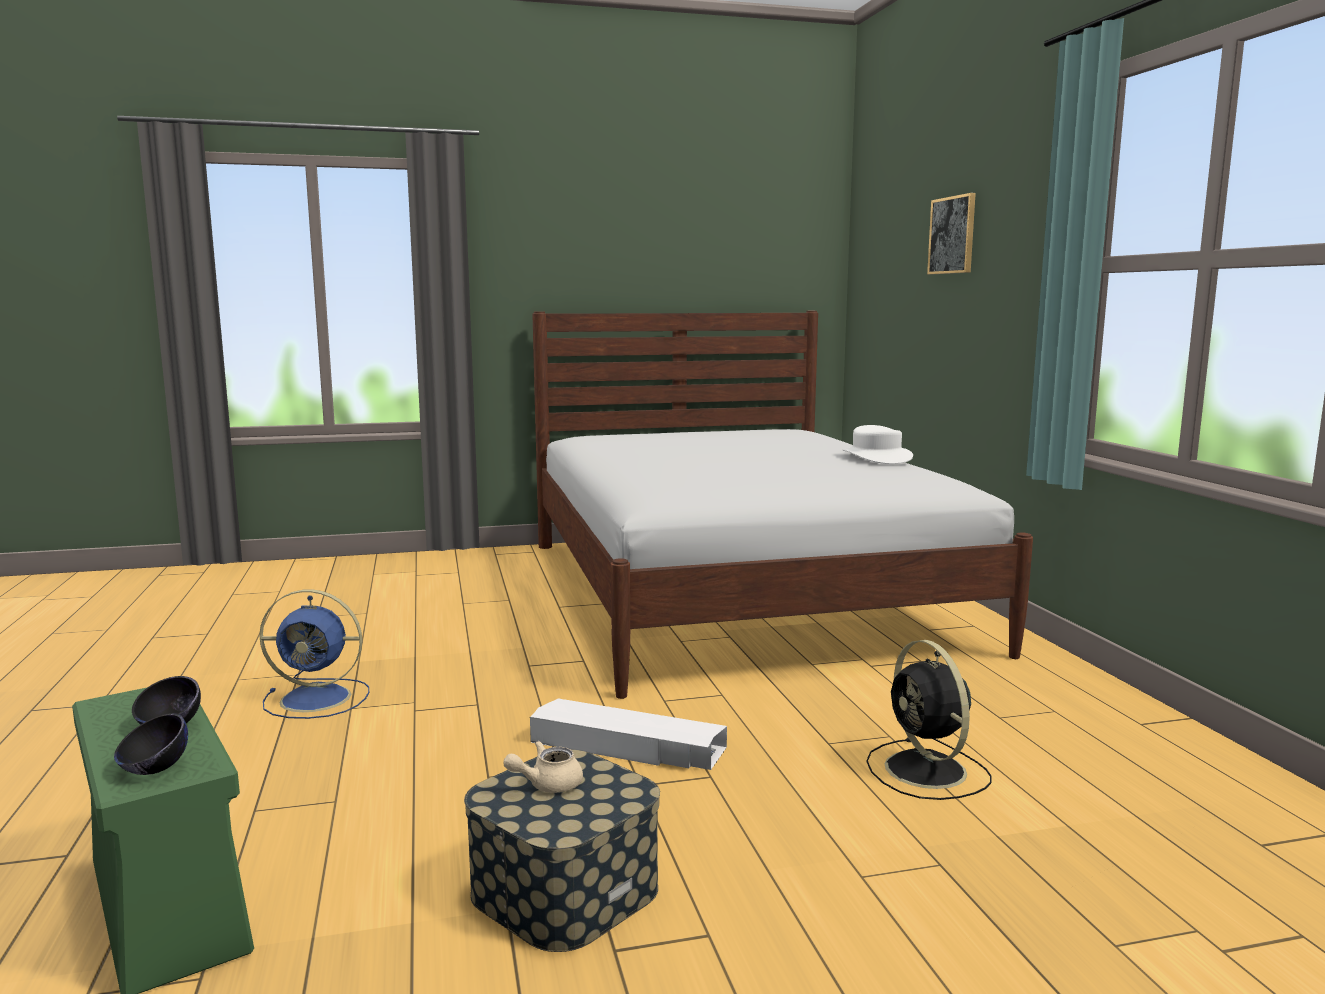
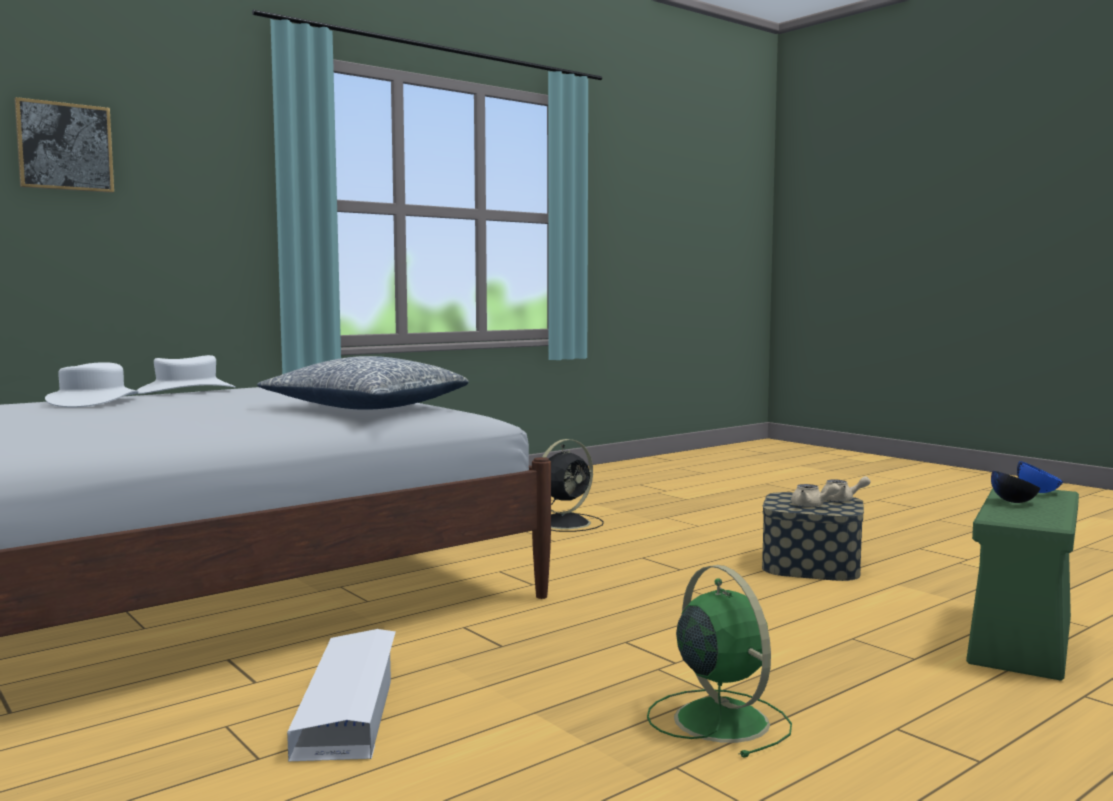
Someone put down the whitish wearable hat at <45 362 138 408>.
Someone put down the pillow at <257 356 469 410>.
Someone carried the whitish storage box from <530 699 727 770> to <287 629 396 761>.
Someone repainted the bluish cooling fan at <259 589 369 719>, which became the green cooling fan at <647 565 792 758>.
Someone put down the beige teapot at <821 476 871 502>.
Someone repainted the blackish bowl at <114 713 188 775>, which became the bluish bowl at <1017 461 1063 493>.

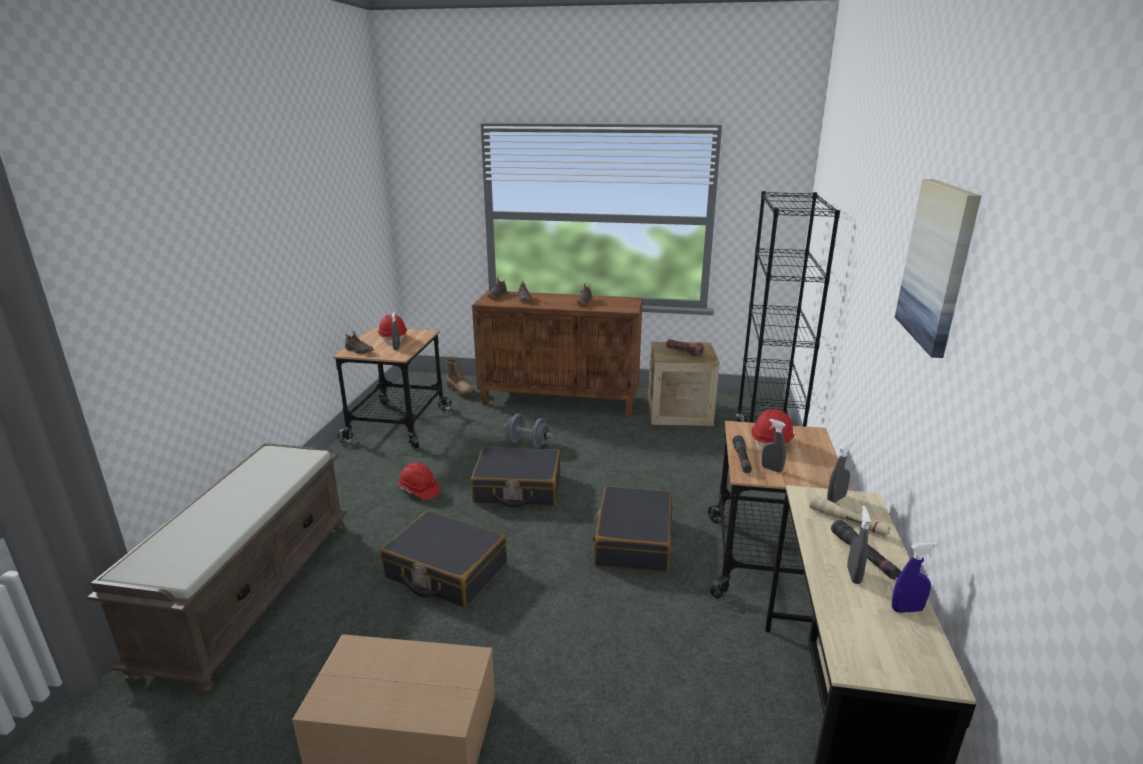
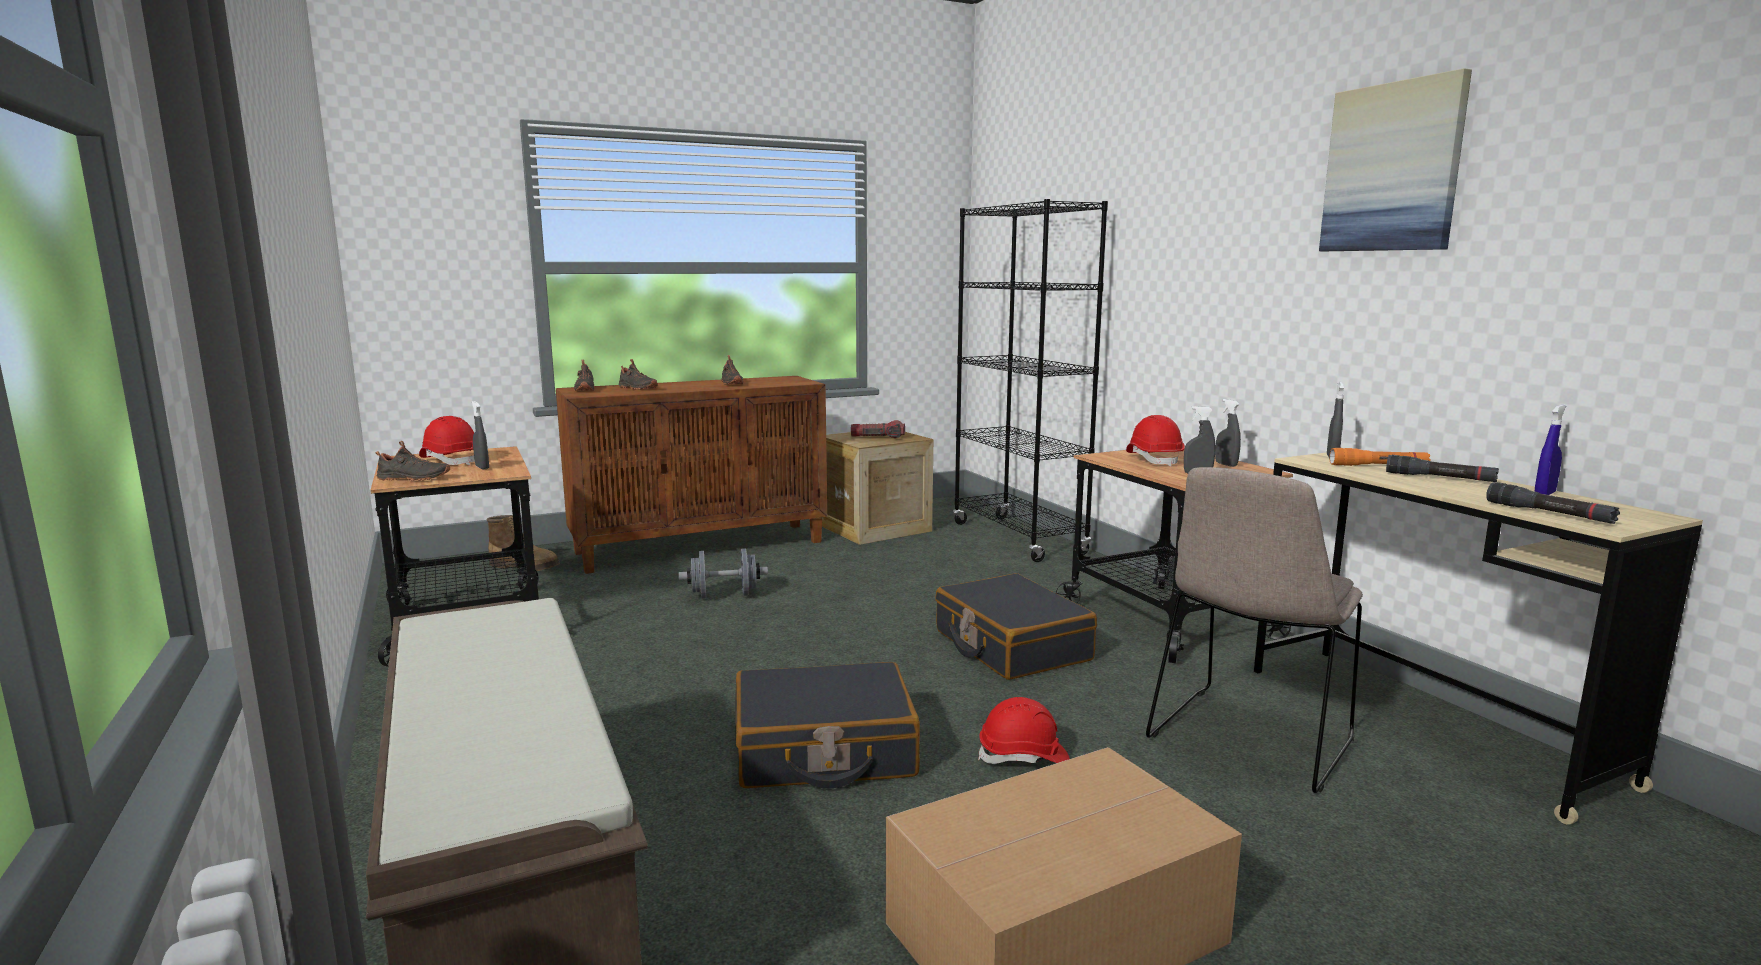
Someone carried the red safety helmet from <398 463 440 500> to <978 697 1070 764>.
Someone put down the beige plain chair at <1146 467 1363 793>.
Someone carried the grey sprayer from <847 506 871 584> to <1215 399 1241 467>.
Someone repainted the beige flashlight at <810 495 891 538>, which became the orange-coloured flashlight at <1330 448 1431 466>.
Someone carried the blackish flashlight from <733 435 752 474> to <1486 482 1620 524>.
Someone took away the blackish suitcase at <471 447 560 508>.

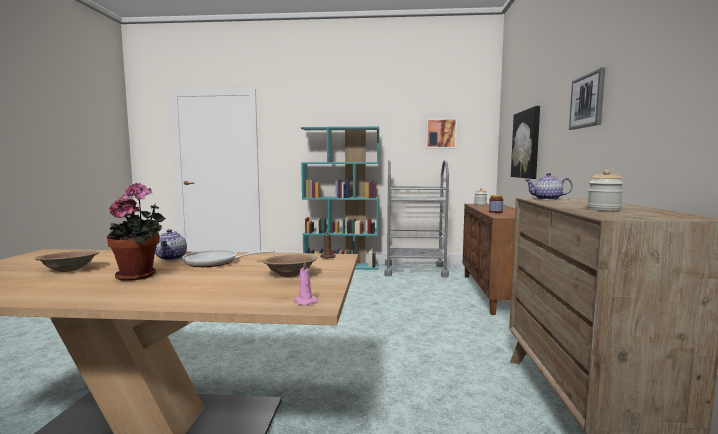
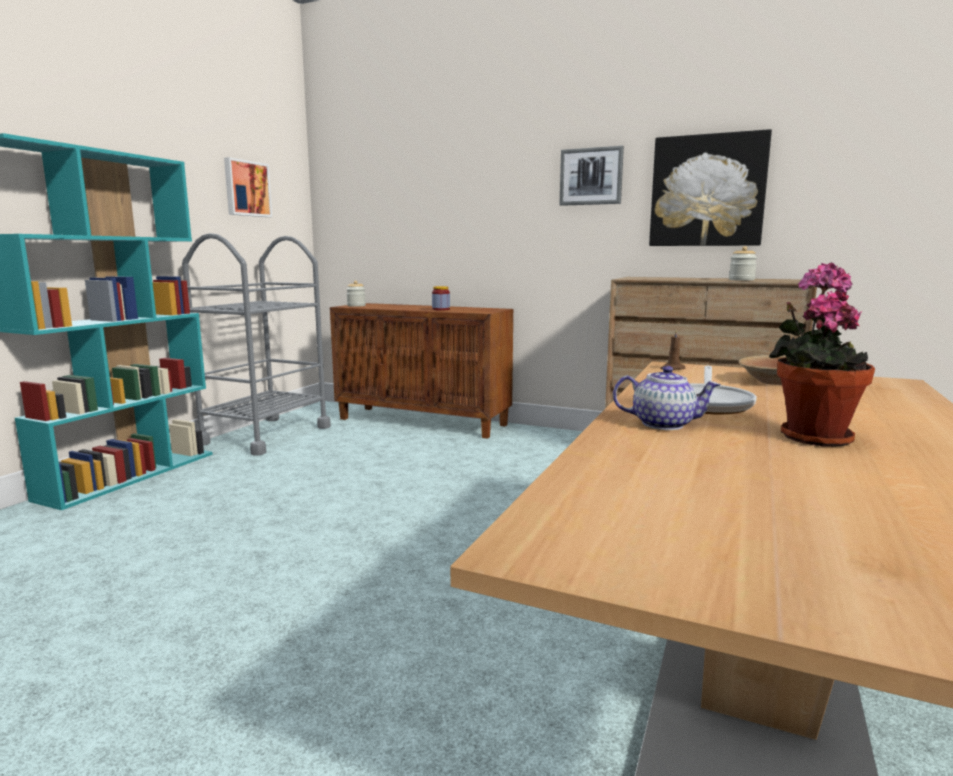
Someone carried the picture from <511 106 540 179> to <649 129 772 246>.
Someone took away the brown-coloured bowl at <35 251 100 272>.
Someone took away the pink-coloured wax candle at <294 261 317 305>.
Someone took away the teapot at <526 173 573 200>.

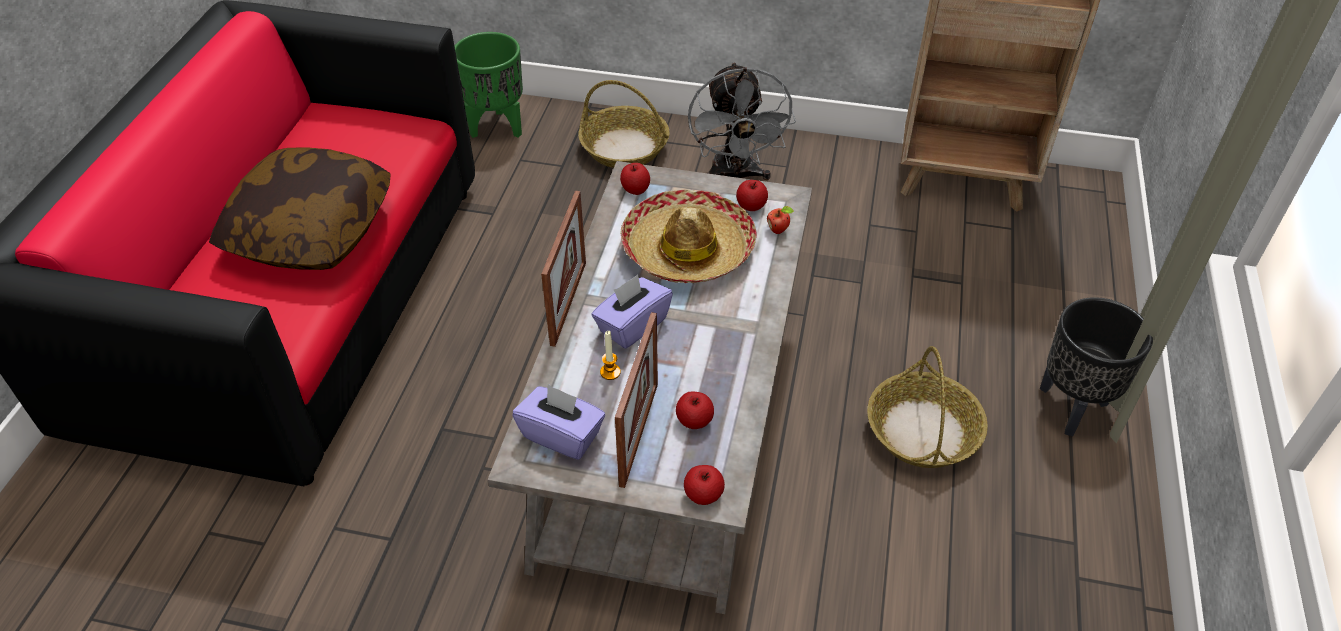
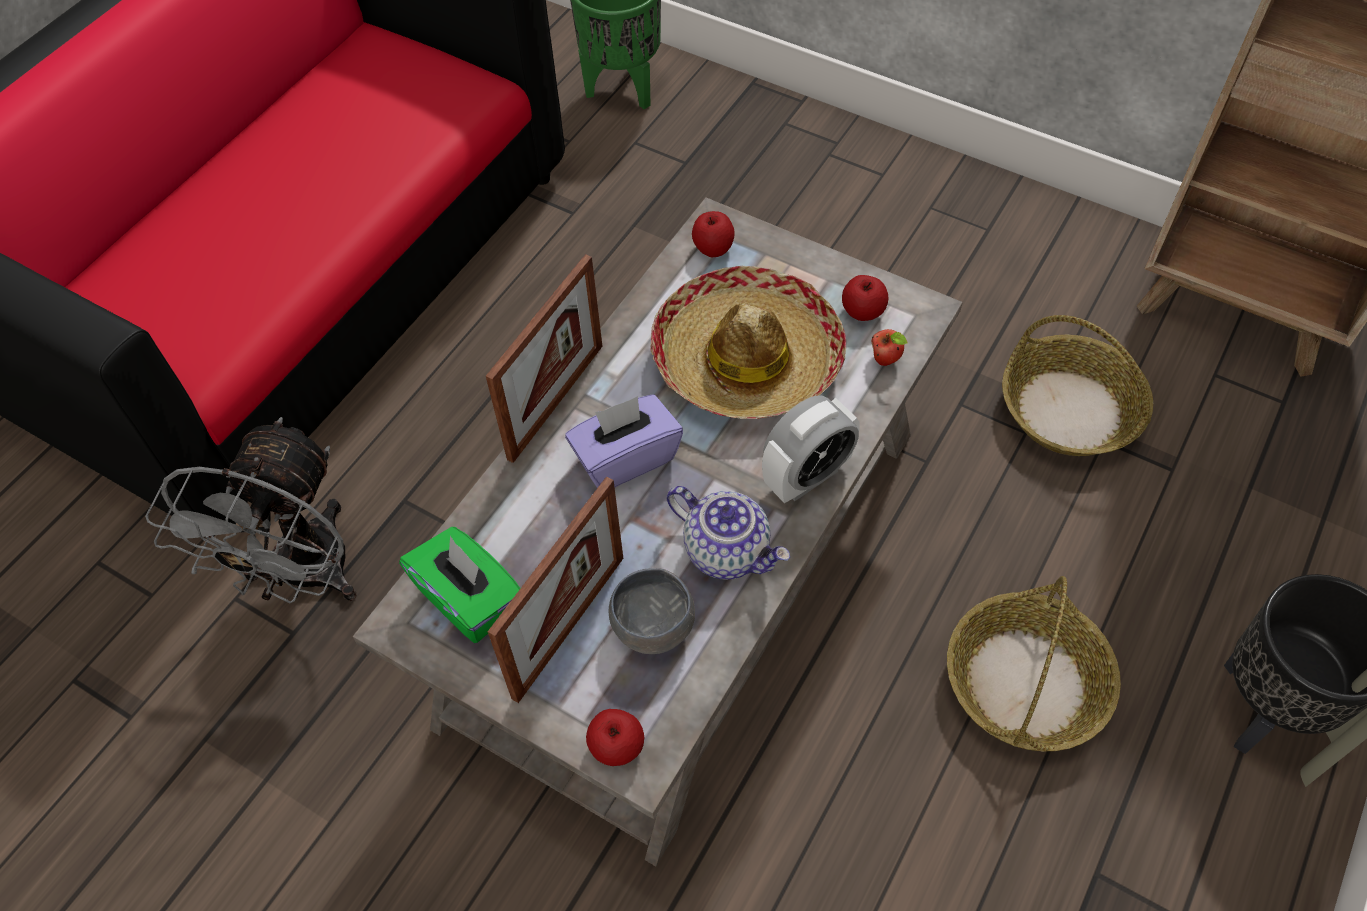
Someone carried the grey cooling fan from <688 62 796 180> to <145 417 357 603>.
Someone repainted the purple-coloured box of tissues at <512 384 605 460>, which became the green box of tissues at <399 527 520 643>.
Someone swapped the whole apple at <676 391 714 429> for the grey bowl at <609 568 695 654>.
Someone put down the teapot at <667 486 790 580>.
Someone put down the table clock at <762 395 860 503>.
Someone carried the household basket from <578 80 670 168> to <1002 315 1153 456>.
Someone took away the pillow at <209 147 390 270>.
Someone took away the wax candle at <600 331 621 380>.

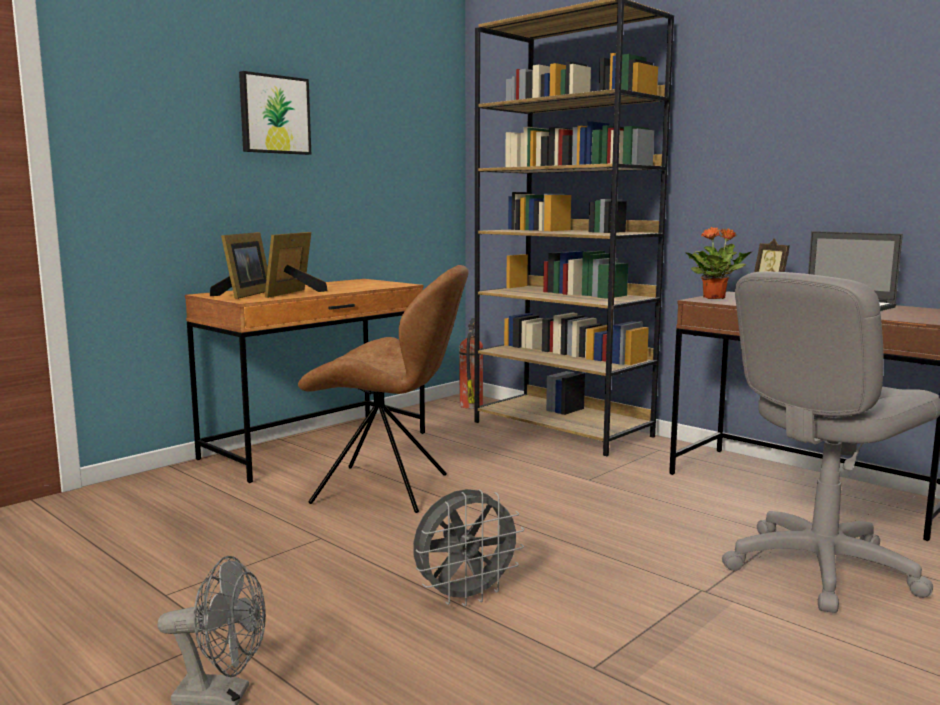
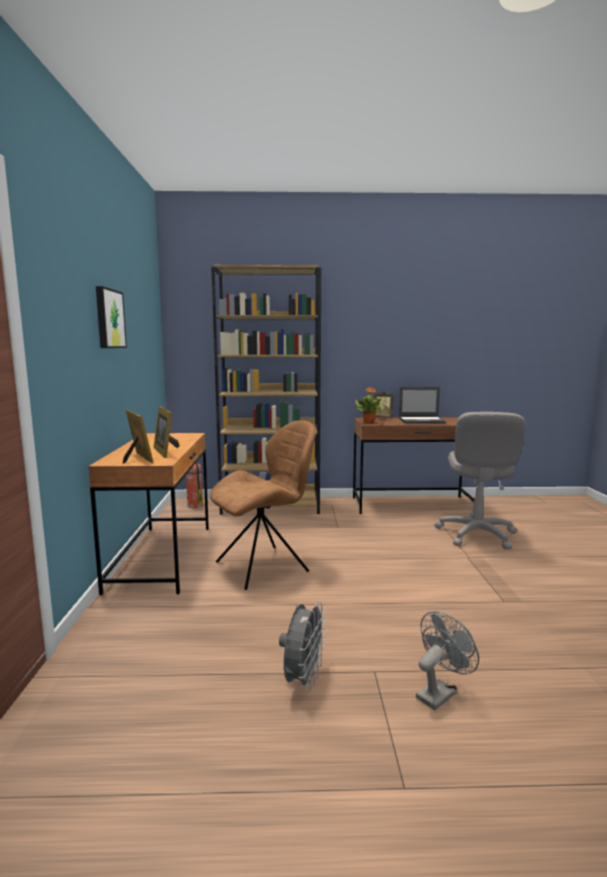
Someone carried the grey cooling fan from <413 489 524 606> to <279 601 327 692>.

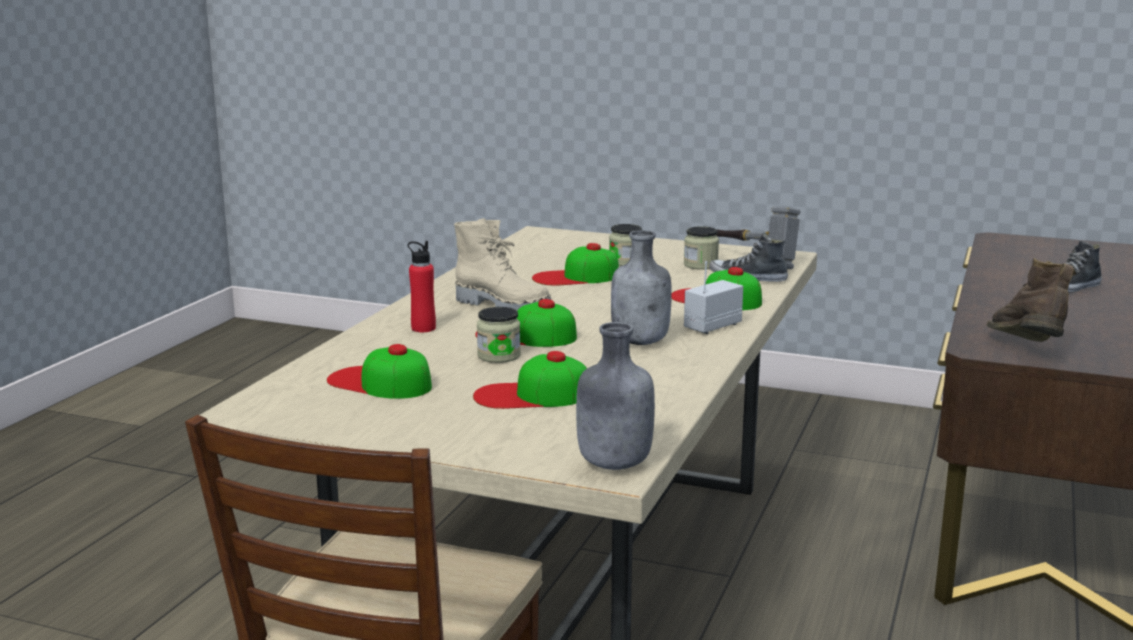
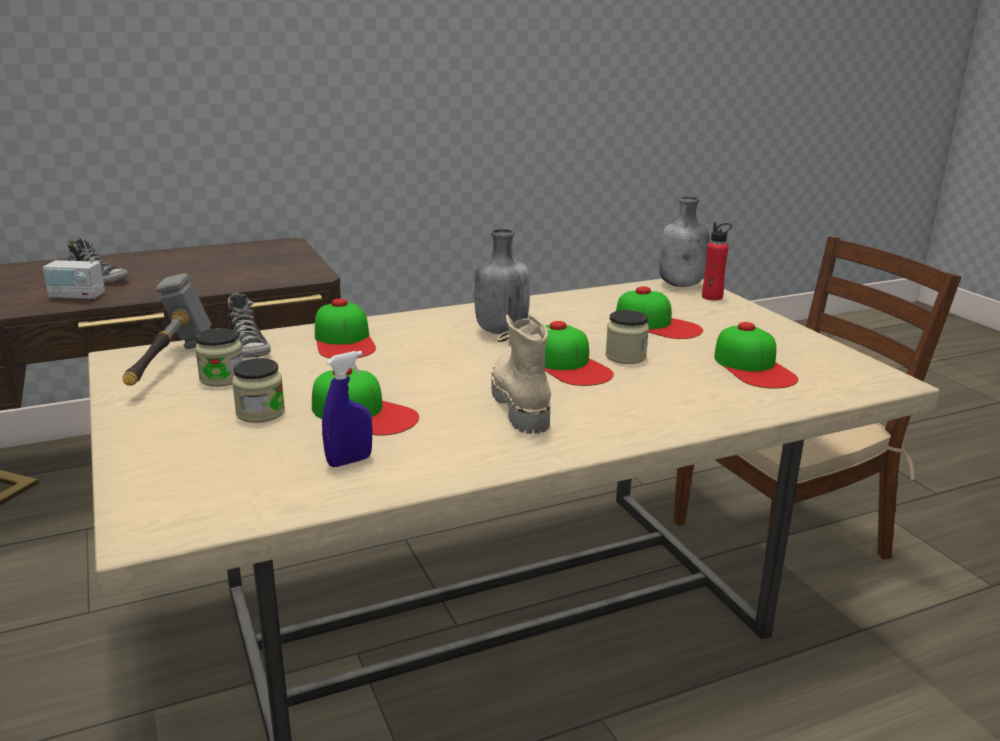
Someone carried the radio receiver from <684 261 743 334> to <43 238 105 301>.
Someone put down the bluish sprayer at <322 351 373 467>.
Someone carried the red drink bottle from <407 241 436 332> to <702 222 732 300>.
Someone took away the brown-coloured high-top boot at <987 258 1076 342>.

